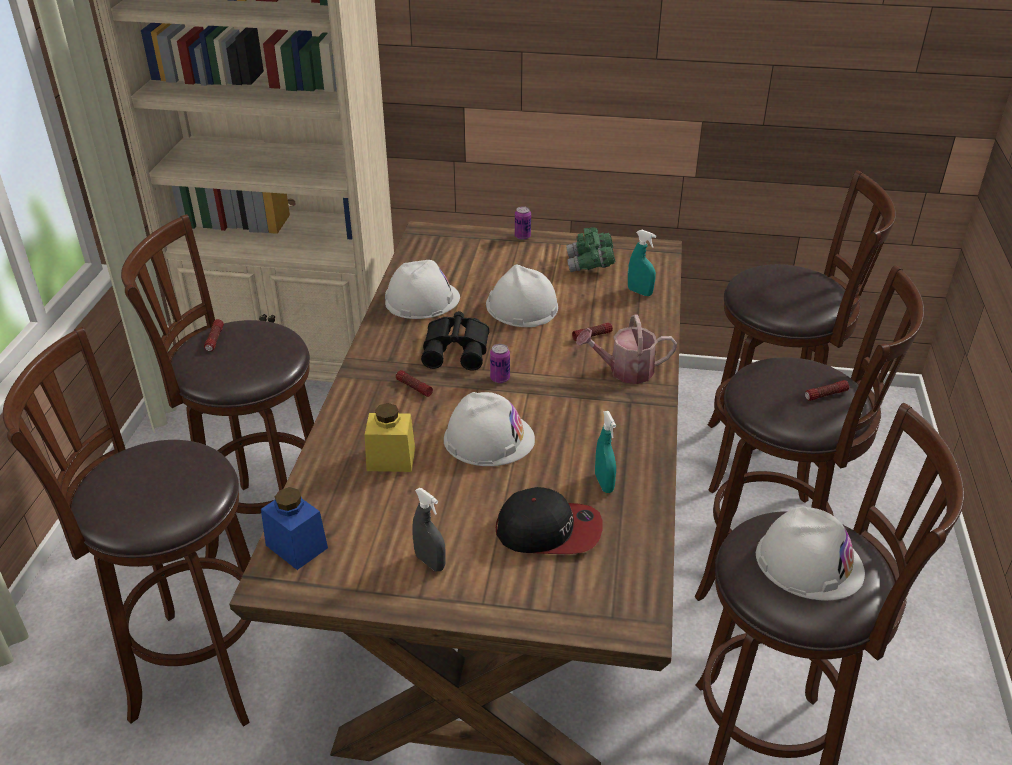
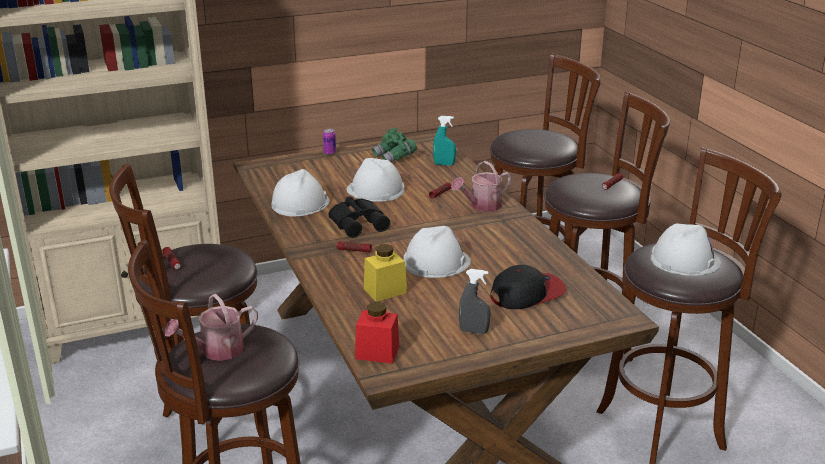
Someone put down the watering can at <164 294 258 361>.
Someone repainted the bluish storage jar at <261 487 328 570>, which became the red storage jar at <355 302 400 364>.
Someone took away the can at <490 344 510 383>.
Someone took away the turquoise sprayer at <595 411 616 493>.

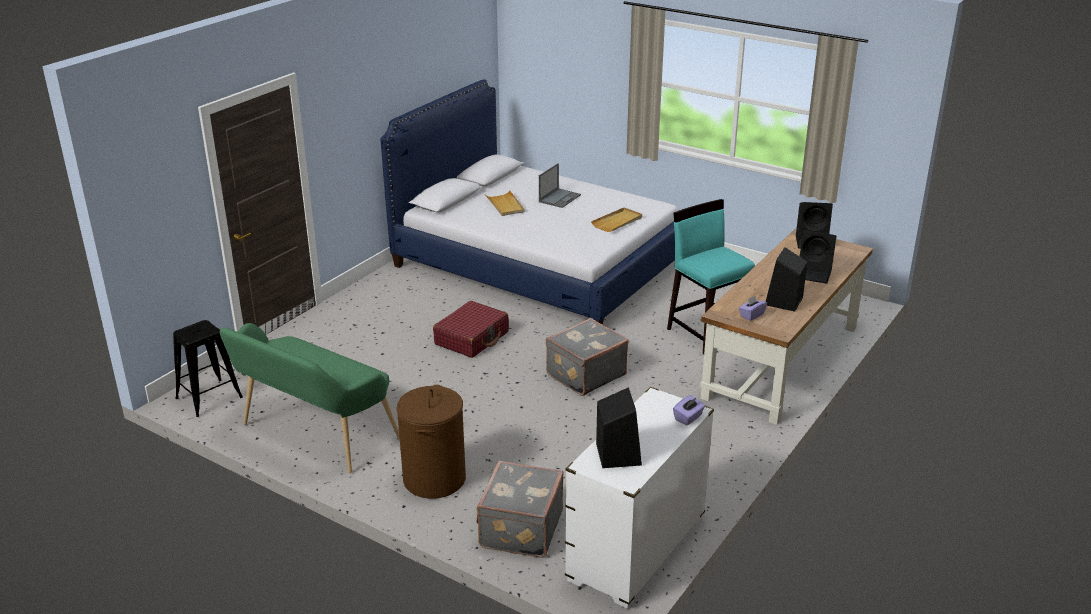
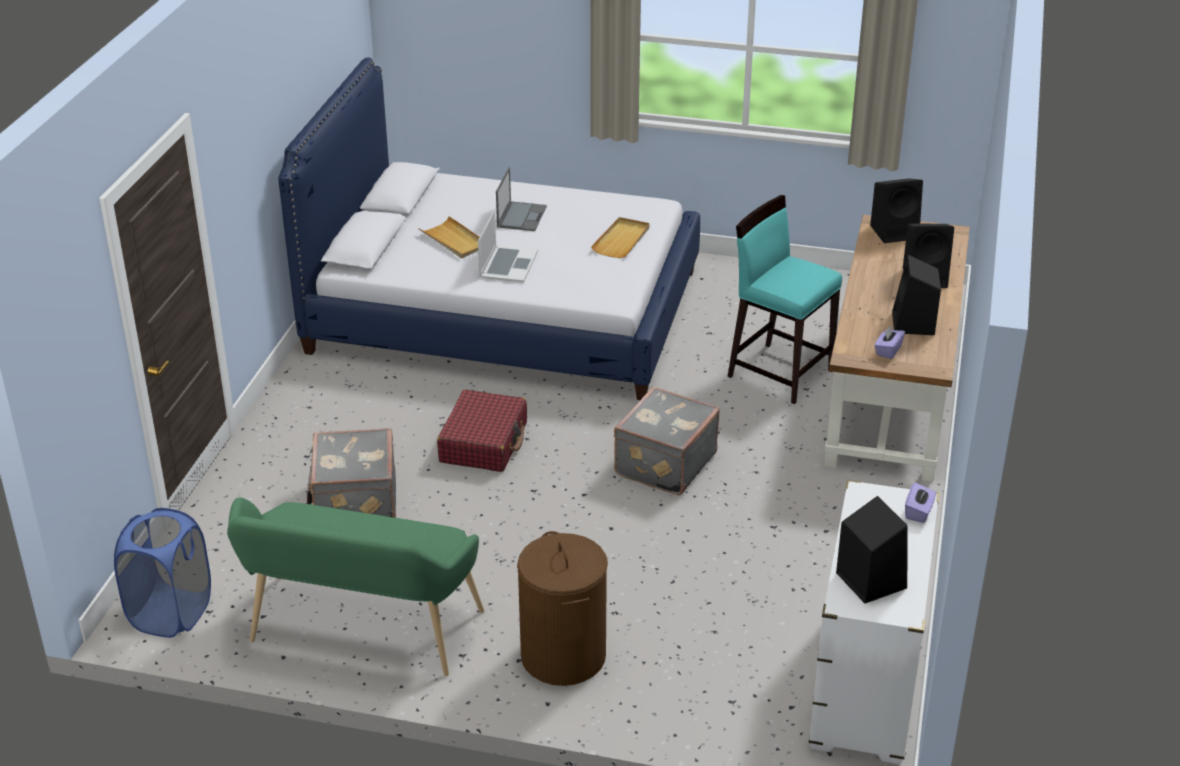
Someone swapped the blackish stool seat at <173 320 243 417> for the bluish washing basket at <114 508 211 638>.
Someone carried the grey suitcase from <476 461 564 558> to <307 428 396 518>.
Someone put down the portable computer at <478 210 538 283>.

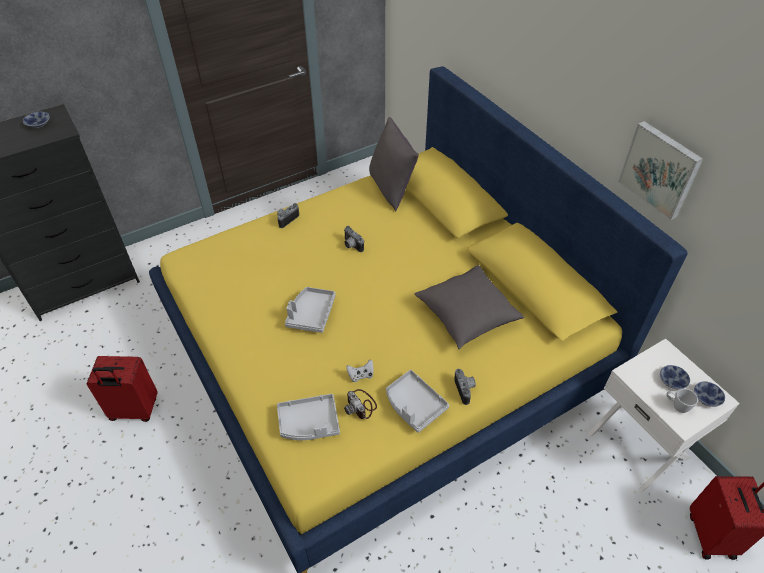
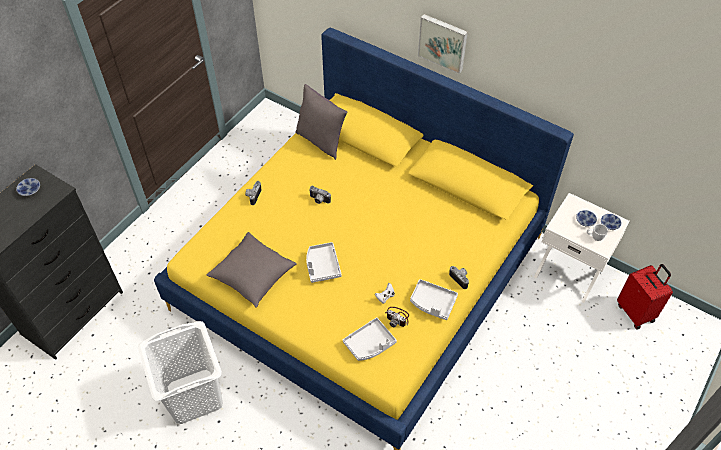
Someone swapped the red suitcase at <86 356 158 422> for the whitish washing basket at <138 321 223 424>.
Someone carried the grey pillow from <415 265 524 349> to <206 232 297 308>.
Someone carried the picture from <618 121 703 220> to <418 14 468 74>.

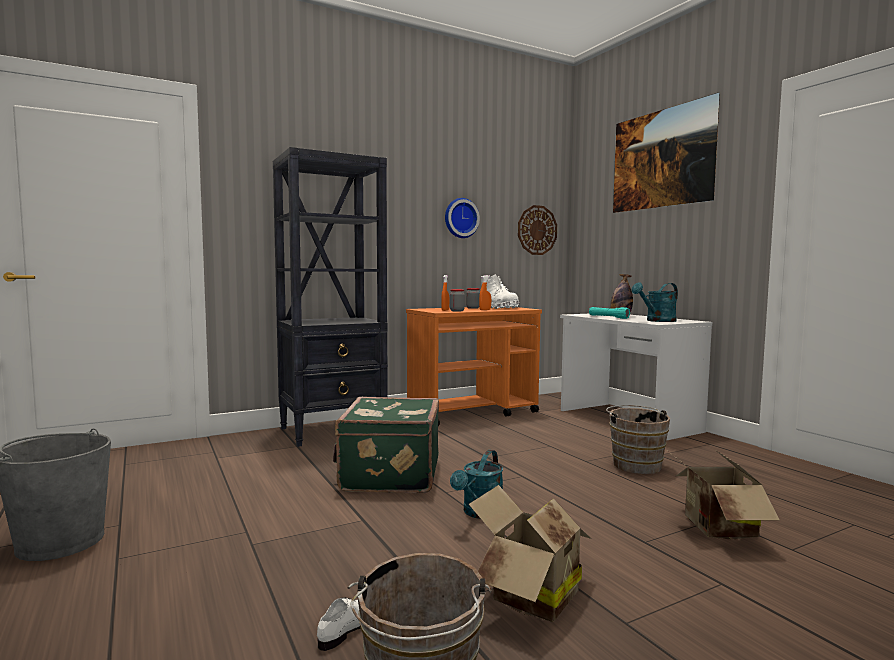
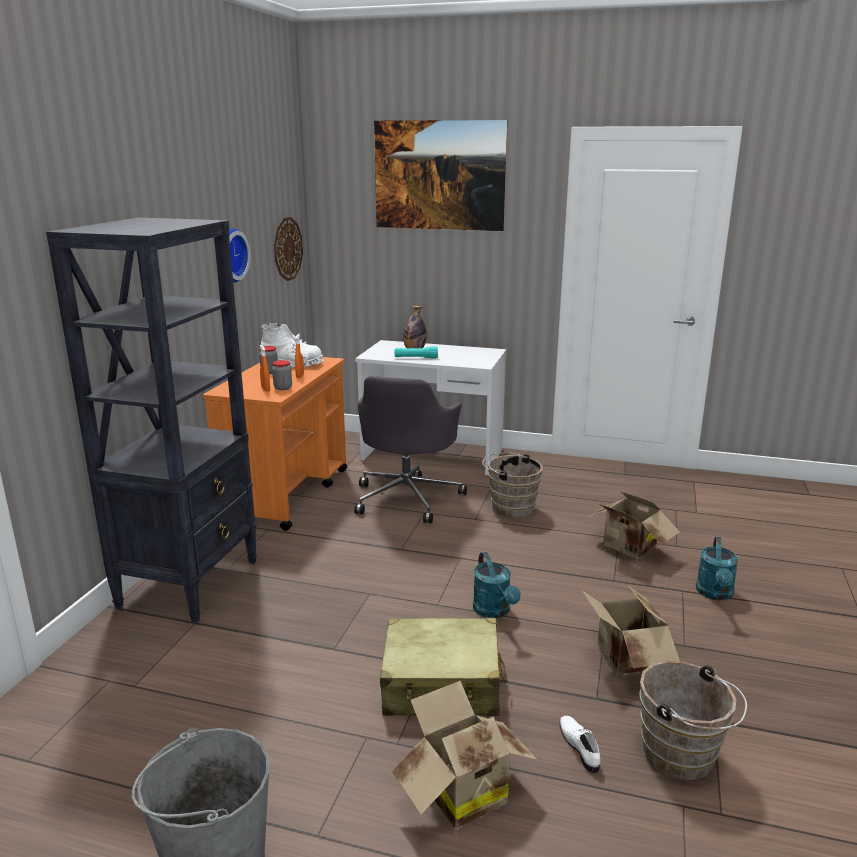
Someone put down the grey computer chair at <354 376 467 523>.
Someone put down the beige suitcase at <380 618 508 716>.
Someone put down the cardboard box at <392 681 537 829>.
Someone carried the turquoise watering can from <631 282 678 322> to <696 536 738 601>.
Someone took away the green suitcase at <333 397 439 493>.

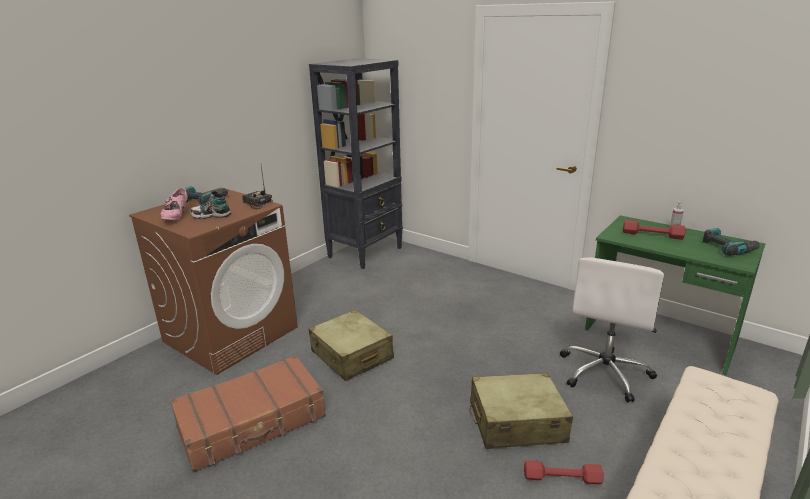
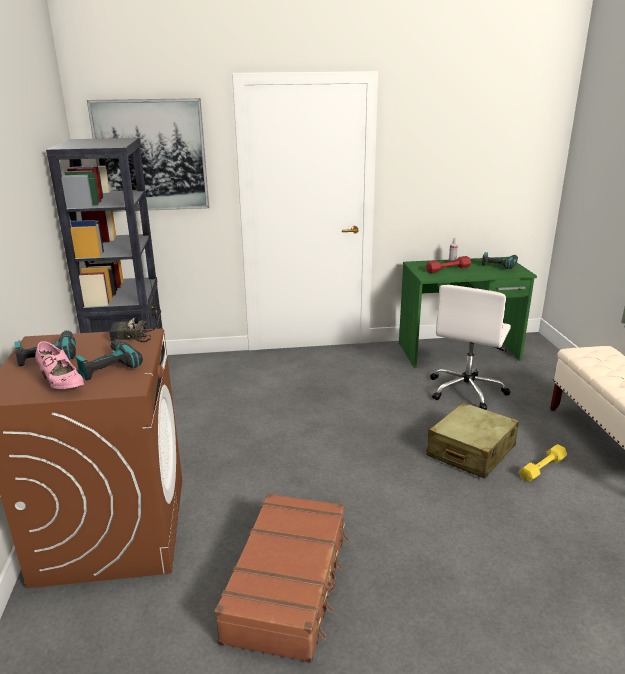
Someone swapped the item of footwear at <190 191 231 219> for the drill at <74 339 143 380>.
Someone put up the picture at <87 98 209 212>.
Someone rotated the whitish computer chair at <560 258 664 403> by 45 degrees clockwise.
Someone repainted the red hand weight at <524 460 604 484>, which became the yellow hand weight at <519 444 567 482>.
Someone took away the beige suitcase at <308 310 394 381>.

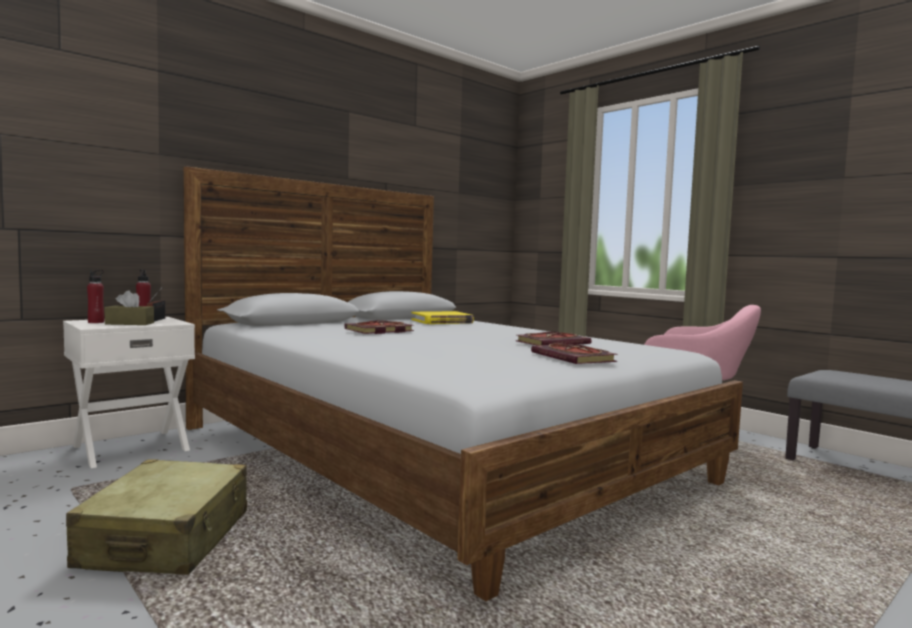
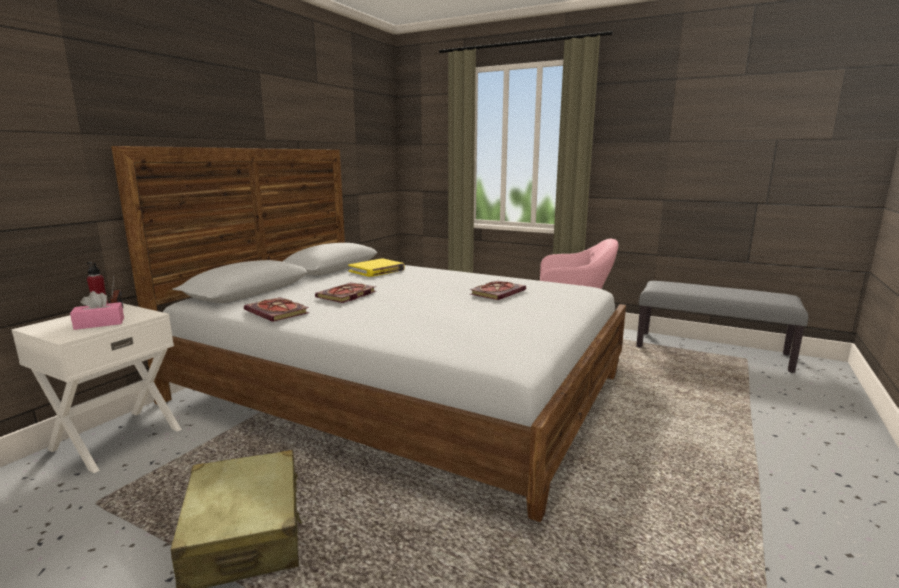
Someone repainted the brown-coloured box of tissues at <105 290 154 325>, which became the pink-coloured box of tissues at <70 291 124 330>.
Someone carried the book from <531 344 618 364> to <244 297 309 322>.
Someone took away the red drink bottle at <87 270 104 323>.

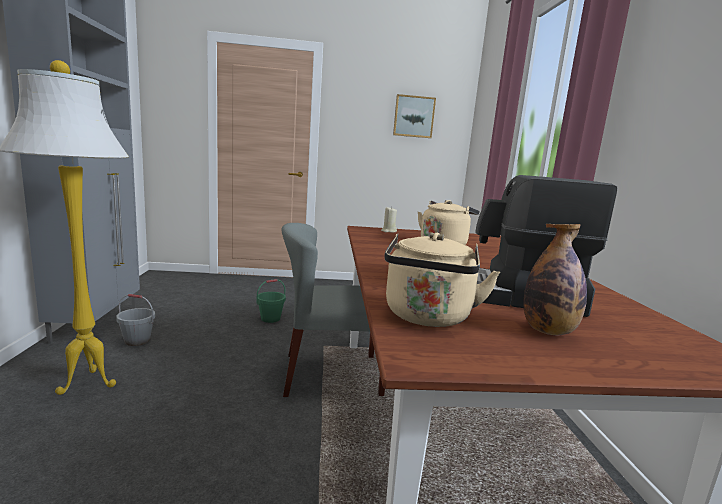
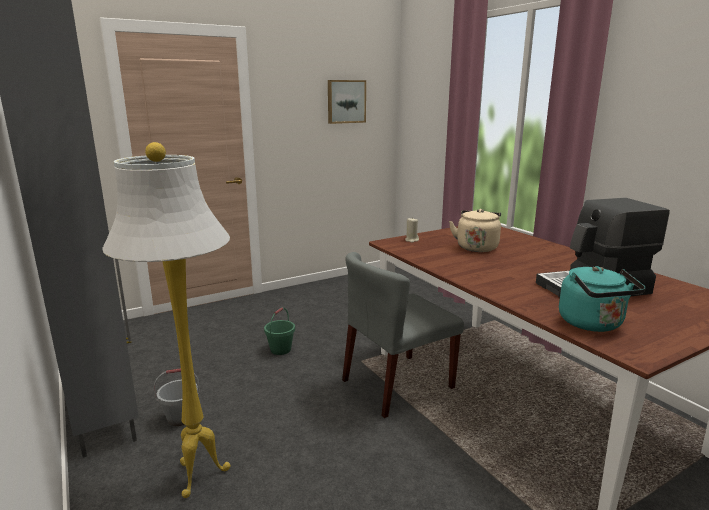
Someone repainted the beige water kettle at <384 232 500 327>, which became the turquoise water kettle at <559 266 646 332>.
Someone took away the drink bottle at <524 224 587 335>.

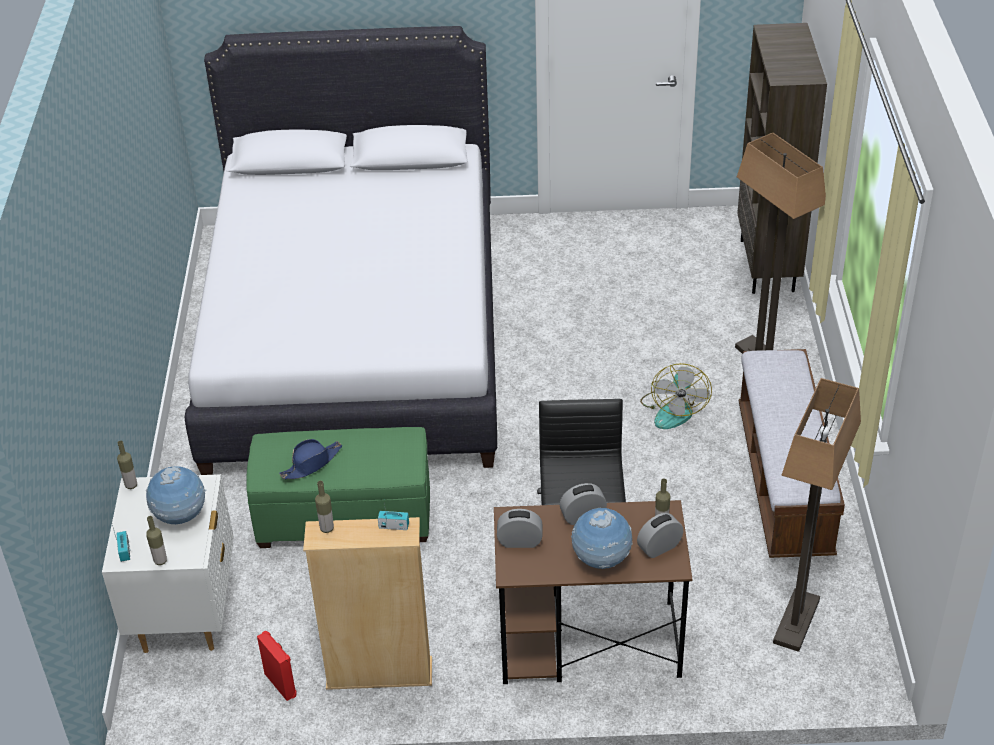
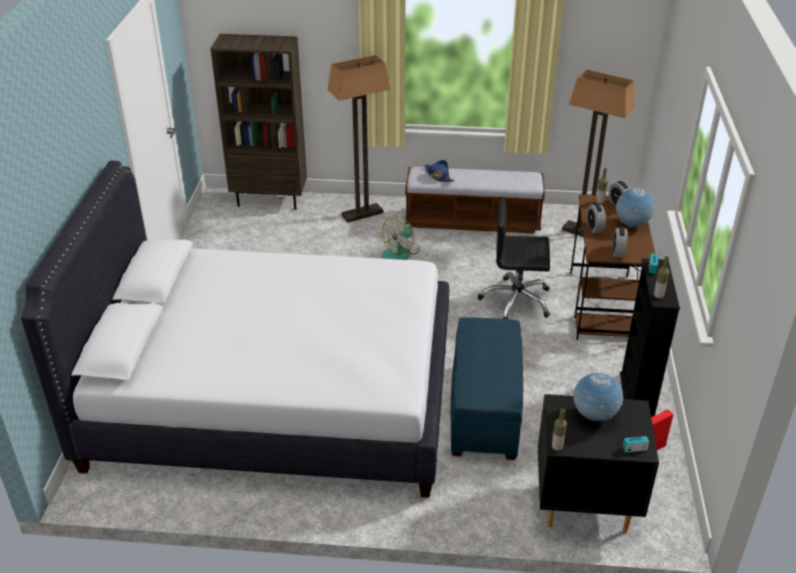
Someone rotated the cooling fan at <640 363 712 429> by 120 degrees clockwise.
Someone carried the bluish wearable hat from <279 439 342 479> to <424 160 454 182>.
Someone repainted the green ottoman at <246 427 430 548>, which became the bluish ottoman at <451 317 523 460>.
Someone repainted the whitish night table at <102 474 234 653>, which became the blackish night table at <538 394 659 533>.
Someone repainted the beige bookshelf at <303 517 432 690>, which became the blackish bookshelf at <620 258 680 418>.
Someone took away the drink bottle at <146 516 167 565>.

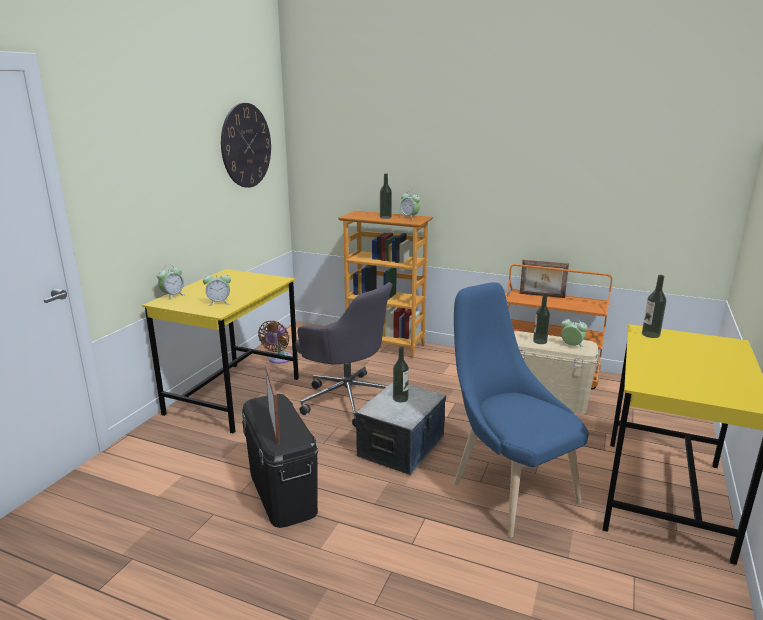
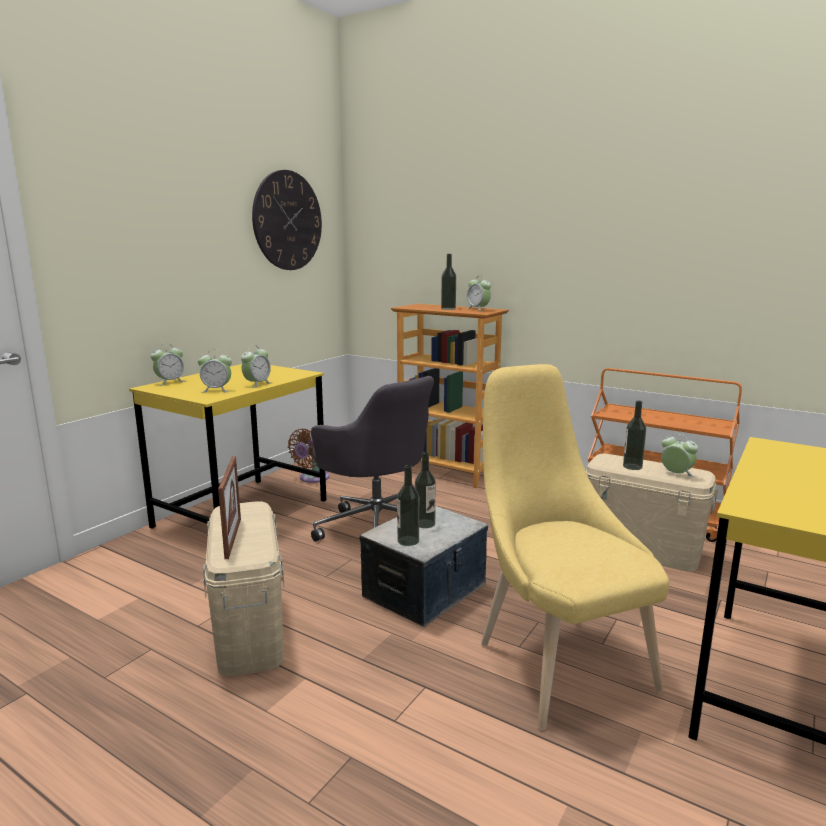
Someone repainted the blackish storage box at <242 394 318 528>, which became the beige storage box at <203 501 285 676>.
Someone put down the table clock at <241 345 272 388>.
Someone carried the drink bottle from <642 275 666 338> to <397 465 419 546>.
Someone repainted the bluish plain chair at <454 282 588 537>, which became the yellow plain chair at <481 364 669 730>.
Someone took away the photo frame at <520 260 569 298>.

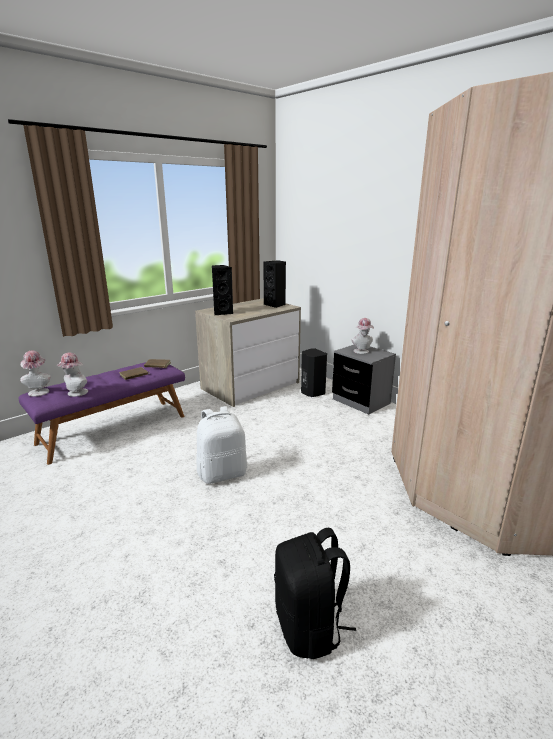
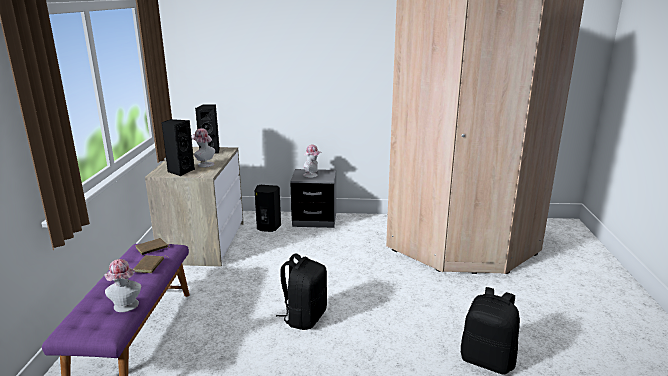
Someone carried the wearable hat from <20 350 51 397> to <191 128 215 167>.
Someone repainted the whitish knapsack at <196 406 247 484>, which became the blackish knapsack at <276 254 327 330>.

